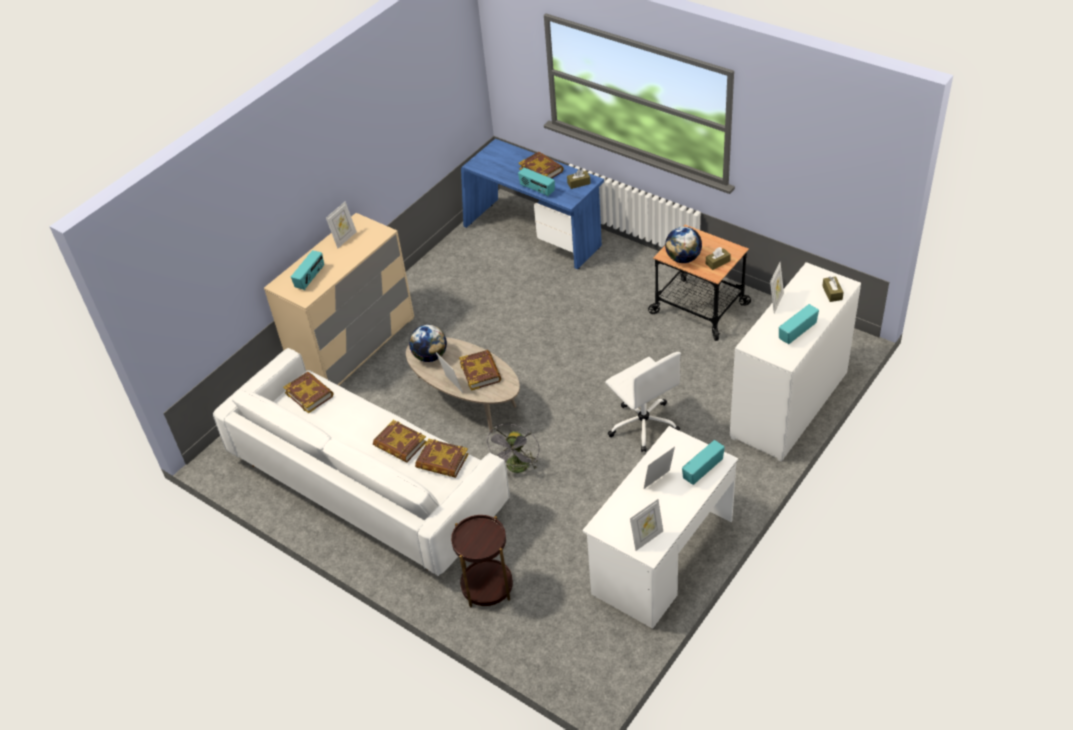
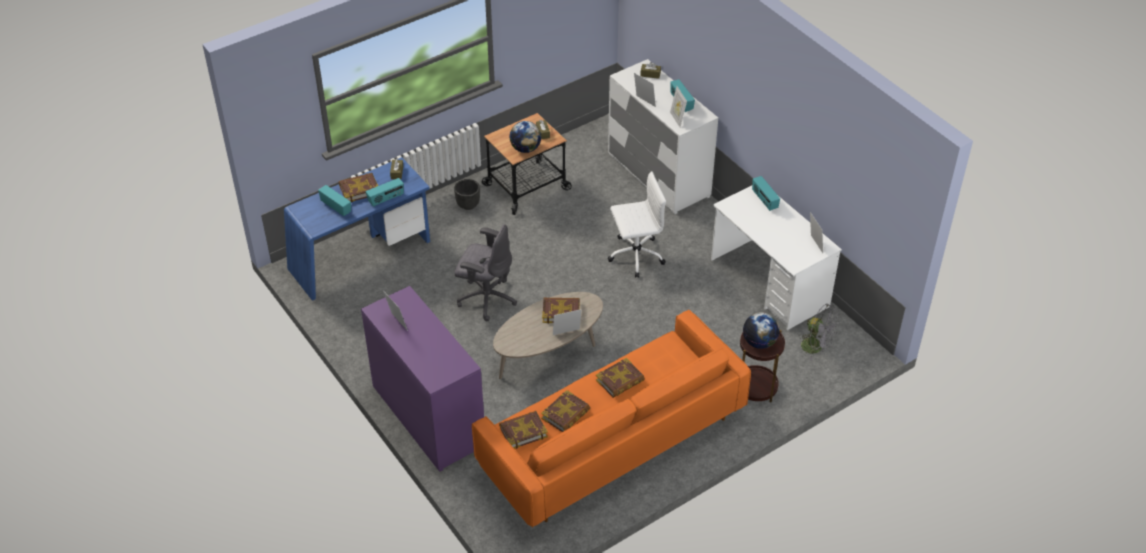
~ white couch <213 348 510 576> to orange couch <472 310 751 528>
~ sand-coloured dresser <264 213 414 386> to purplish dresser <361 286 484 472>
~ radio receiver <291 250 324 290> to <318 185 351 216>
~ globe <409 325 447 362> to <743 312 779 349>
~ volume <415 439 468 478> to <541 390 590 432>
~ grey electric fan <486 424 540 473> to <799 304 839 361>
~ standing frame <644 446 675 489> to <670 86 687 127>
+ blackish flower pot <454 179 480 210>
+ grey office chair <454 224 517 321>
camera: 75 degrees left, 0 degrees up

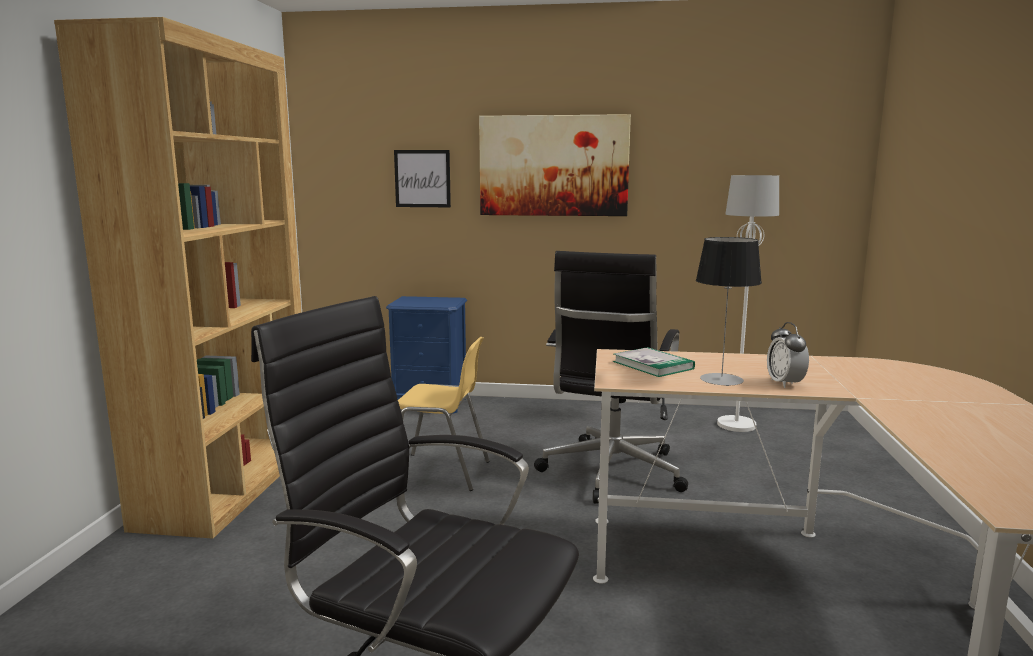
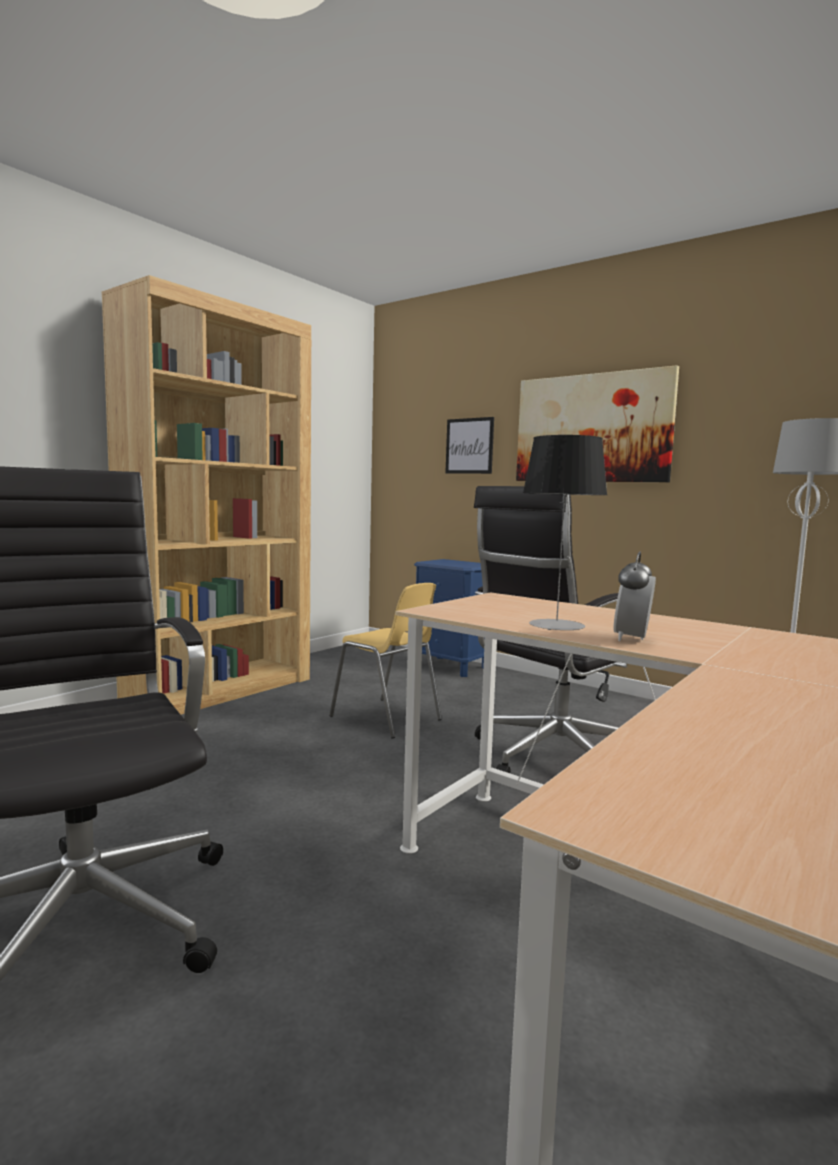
- volume <613 347 695 377>
camera: 30 degrees right, 5 degrees down

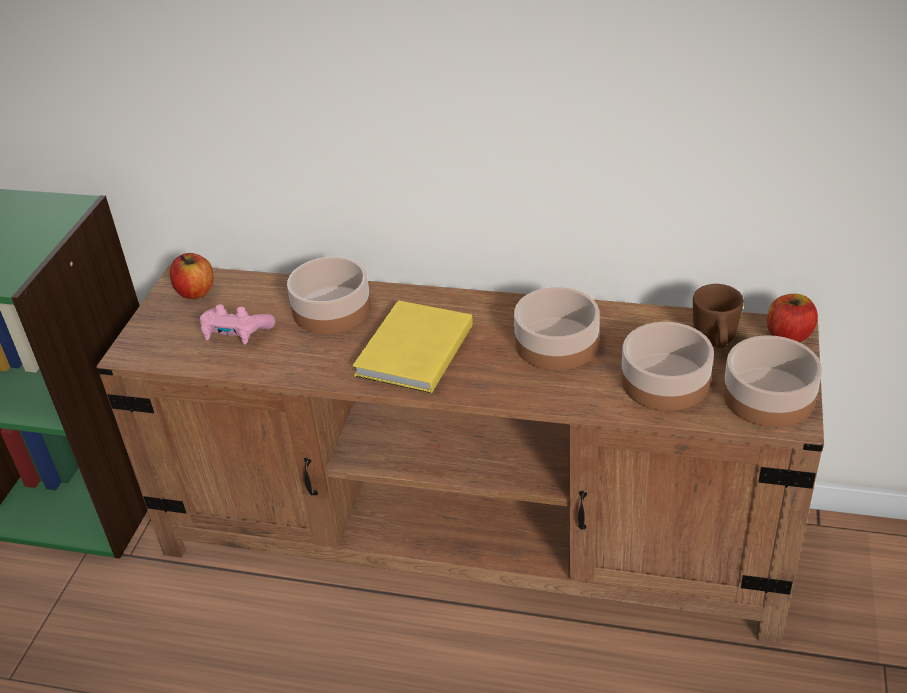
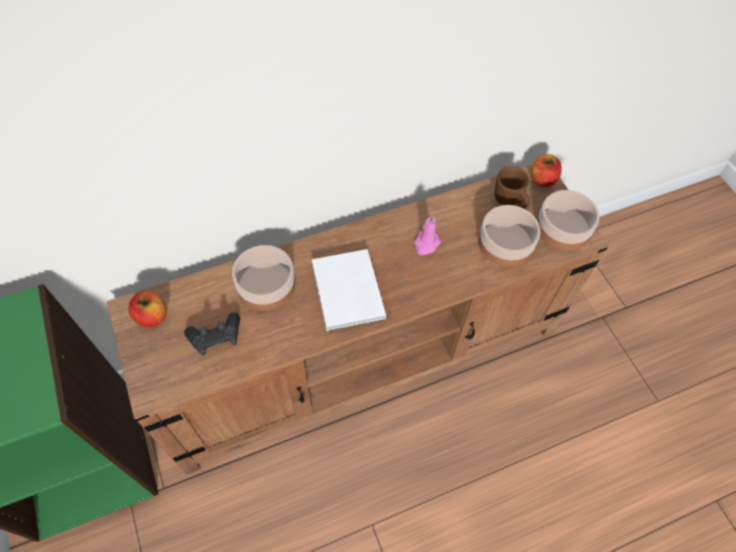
~ pink game controller <200 304 275 344> to blackish game controller <184 313 240 356>
~ yellowish volume <353 300 473 393> to white volume <311 249 386 331>
~ deep dish <514 287 600 370> to pink wax light <414 215 441 255>
camera: 40 degrees left, 20 degrees up

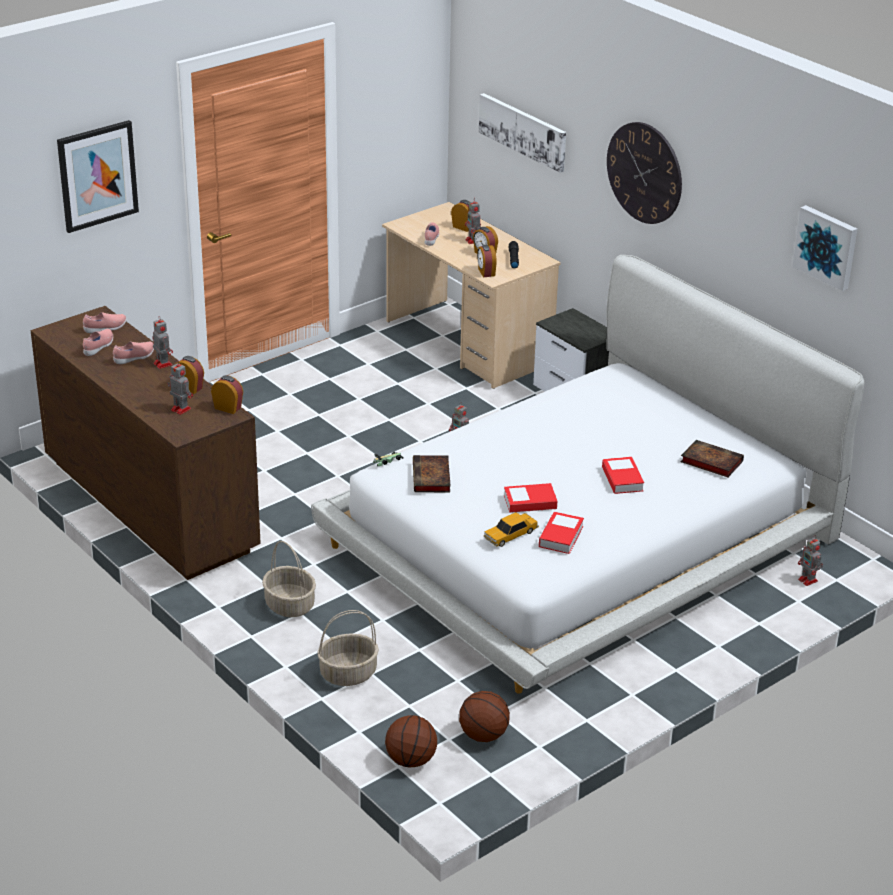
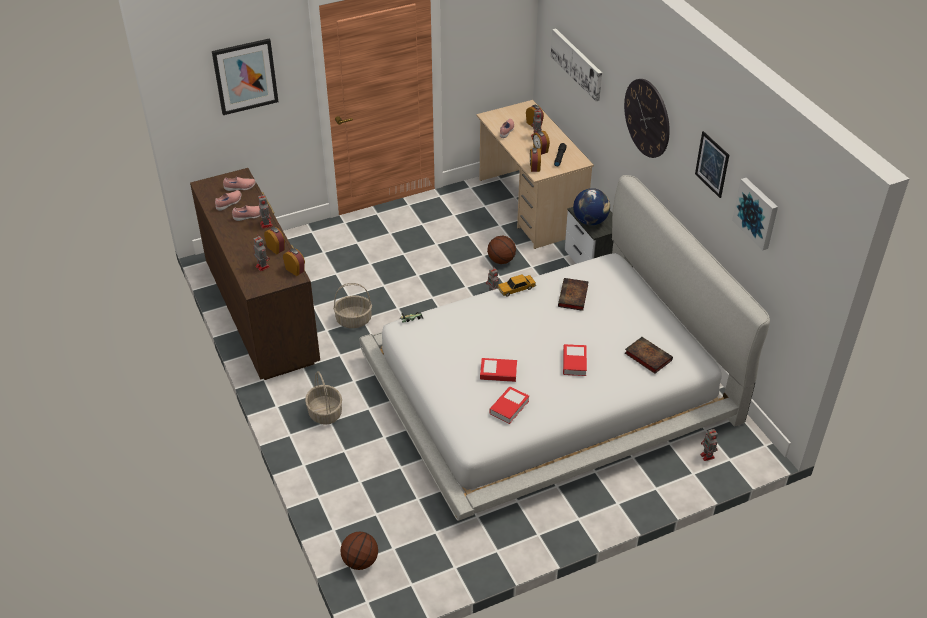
~ storage basket <317 610 379 686> to <333 283 372 328>
~ volume <413 455 450 492> to <558 278 589 311>
~ basketball ball <459 691 510 742> to <487 235 516 264>
~ toy car <484 512 539 547> to <498 274 536 297>
+ globe <573 188 610 225>
+ wall art <695 131 729 198>
camera: 15 degrees right, 10 degrees up

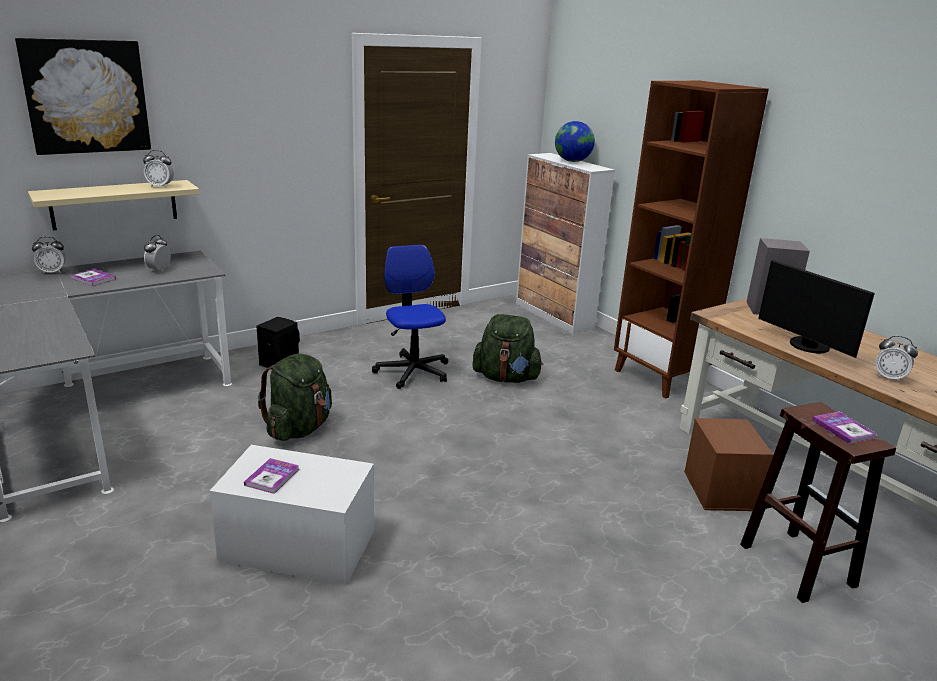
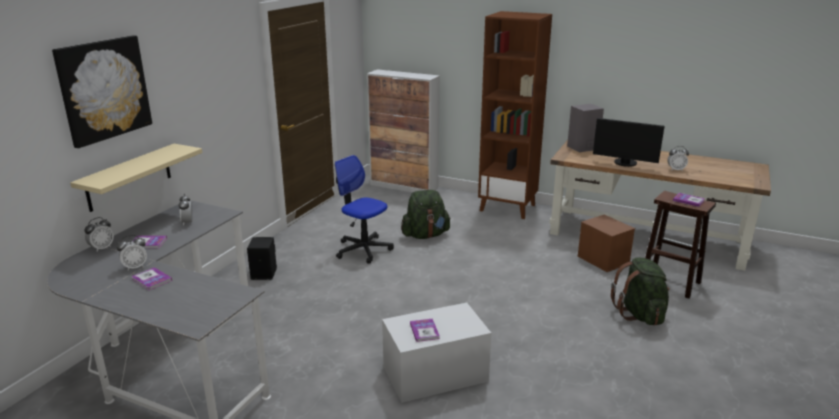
~ table clock <143 150 174 188> to <117 235 147 270>
~ greenish rucksack <258 354 332 441> to <611 257 670 326>
- globe <555 121 595 162>
+ volume <131 267 172 290>
camera: 30 degrees left, 0 degrees up

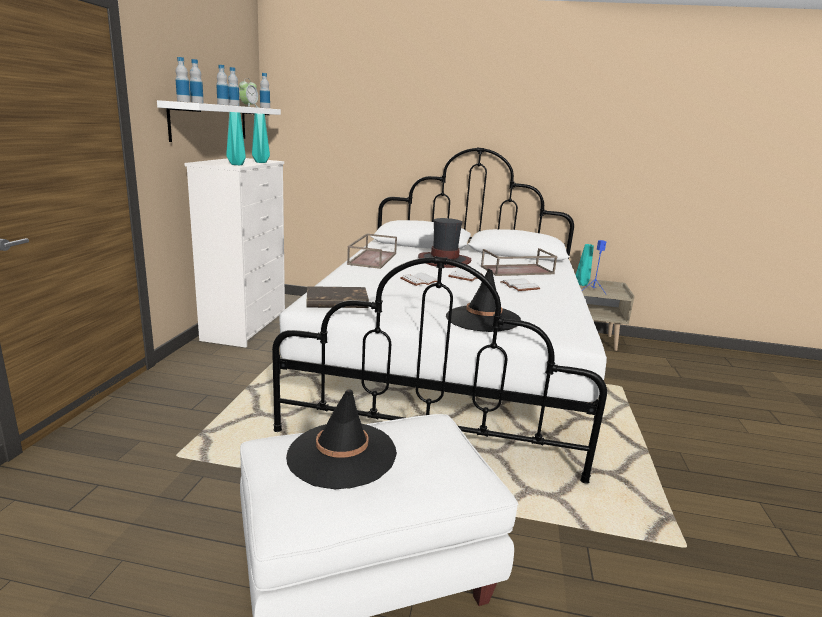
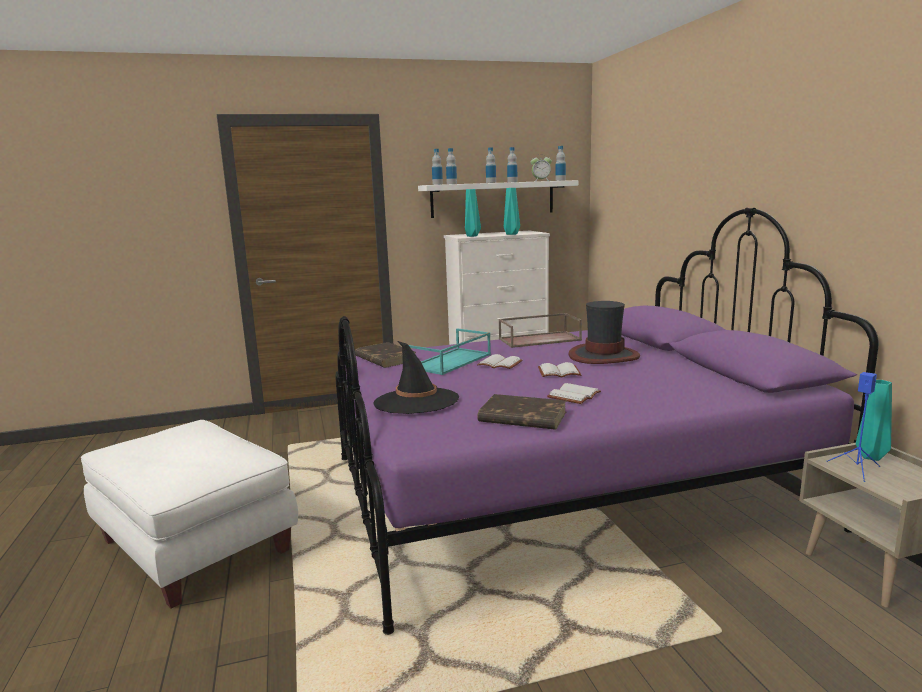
~ white bed <272 147 607 484> to purplish bed <335 207 879 635>
- blackish wearable hat <286 390 397 489>
- brownish serving tray <481 248 557 276>
+ turquoise-coloured serving tray <409 328 491 375>
+ brownish volume <477 394 566 430>
camera: 65 degrees right, 5 degrees down

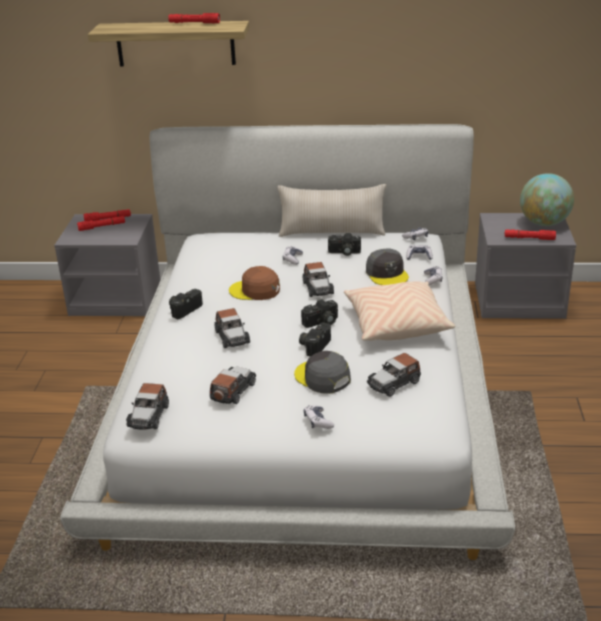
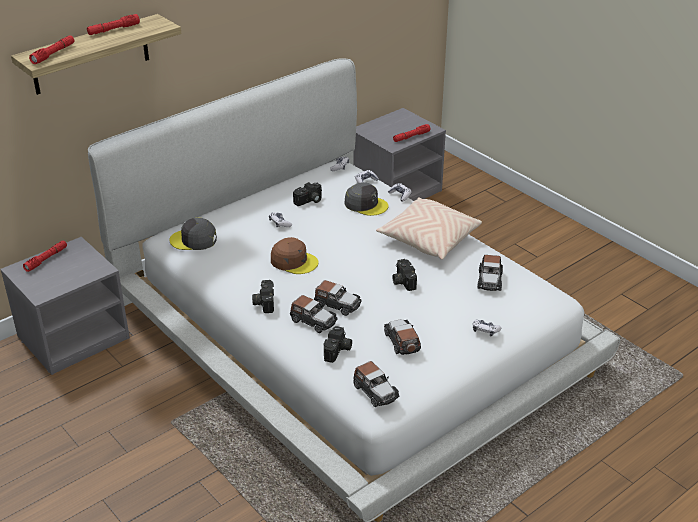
~ reddish flashlight <77 216 125 231> to <29 35 74 64>
~ brownish peaked cap <229 266 280 300> = <271 237 319 274> 120 degrees counterclockwise
- sand-coloured throw pillow <277 184 386 237>
~ grey peaked cap <294 351 351 394> to <169 218 217 250>
~ photo camera <301 299 338 328> to <323 326 352 363>
~ toy car <303 262 334 297> to <290 295 338 333>
- globe <520 173 574 226>
camera: 45 degrees left, 5 degrees up

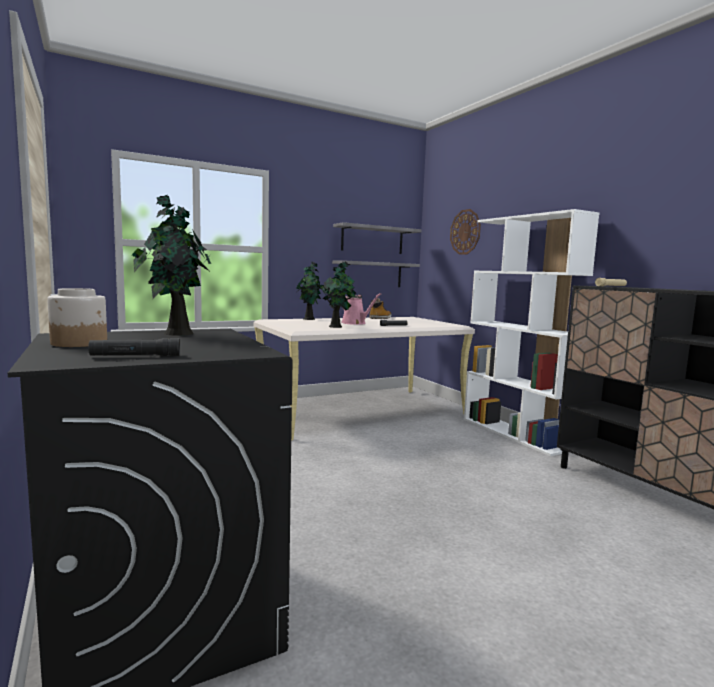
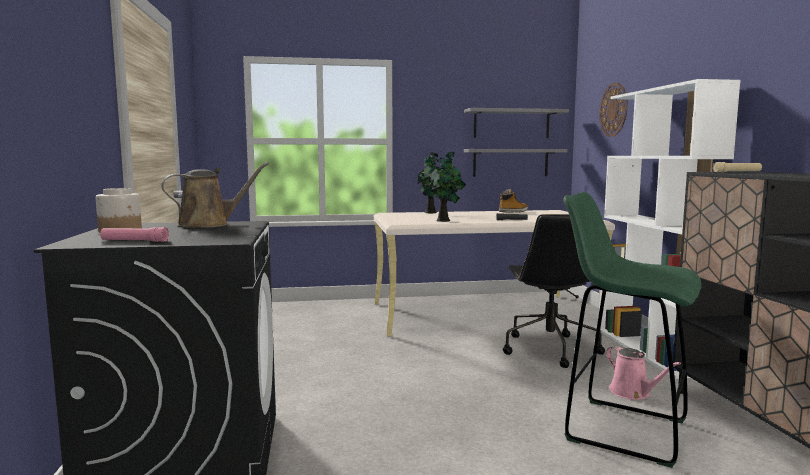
~ blackish flashlight <88 338 180 356> to pink flashlight <100 227 169 242>
~ potted plant <132 195 211 336> to brownish watering pot <162 162 269 227>
~ pink watering pot <342 293 381 325> to <606 346 681 400>
+ blackish office chair <503 214 605 368>
+ greenish stool <563 192 702 468>
camera: 20 degrees right, 0 degrees up

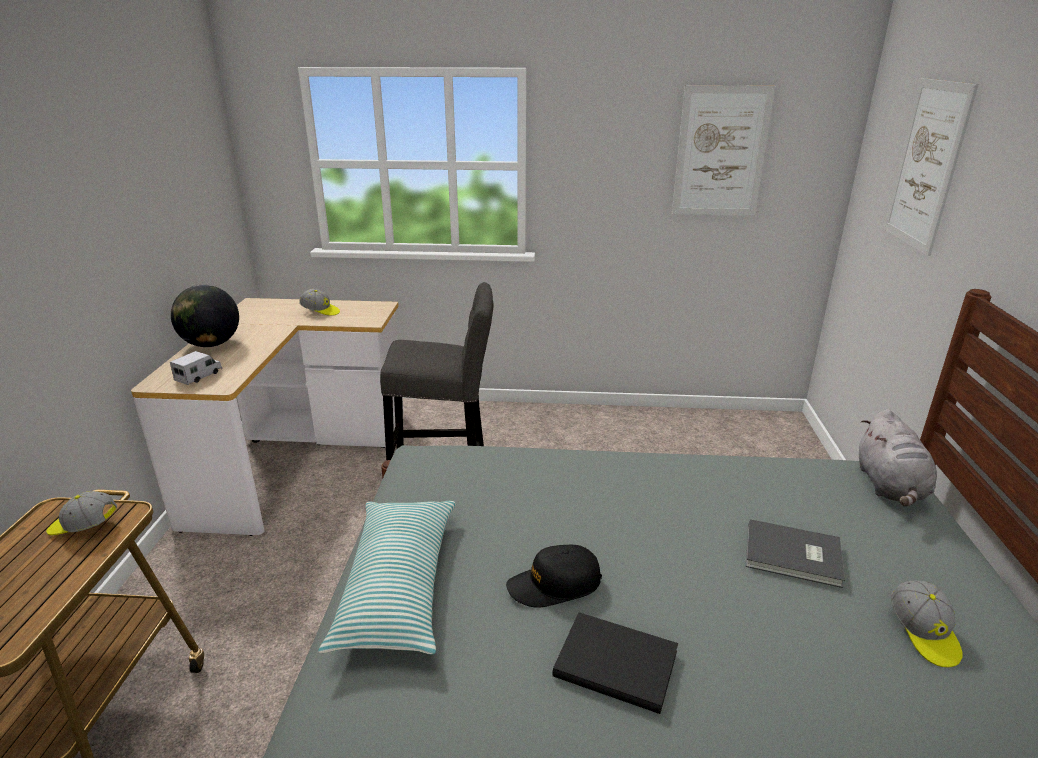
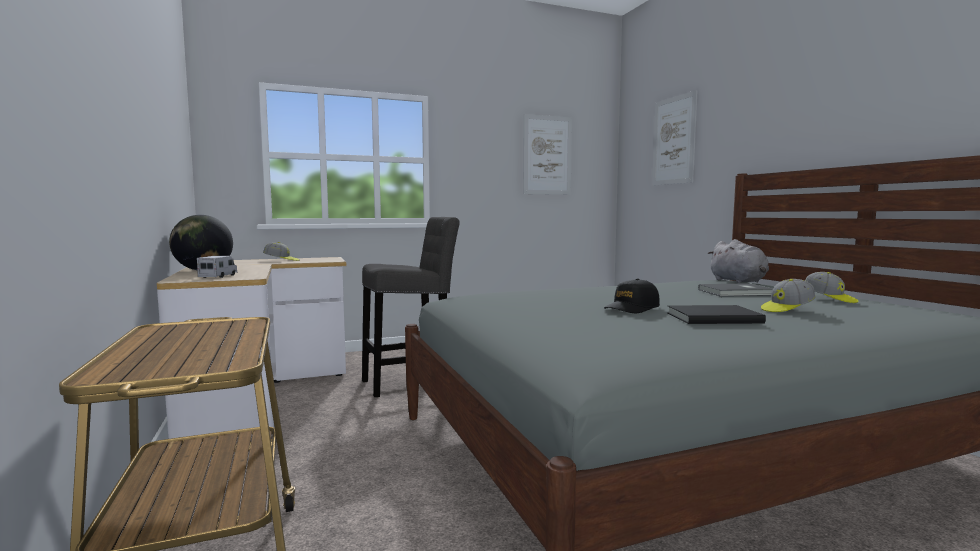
~ peaked cap <46 491 117 535> to <761 279 816 312>
- throw pillow <318 501 456 654>
camera: 25 degrees left, 20 degrees down

